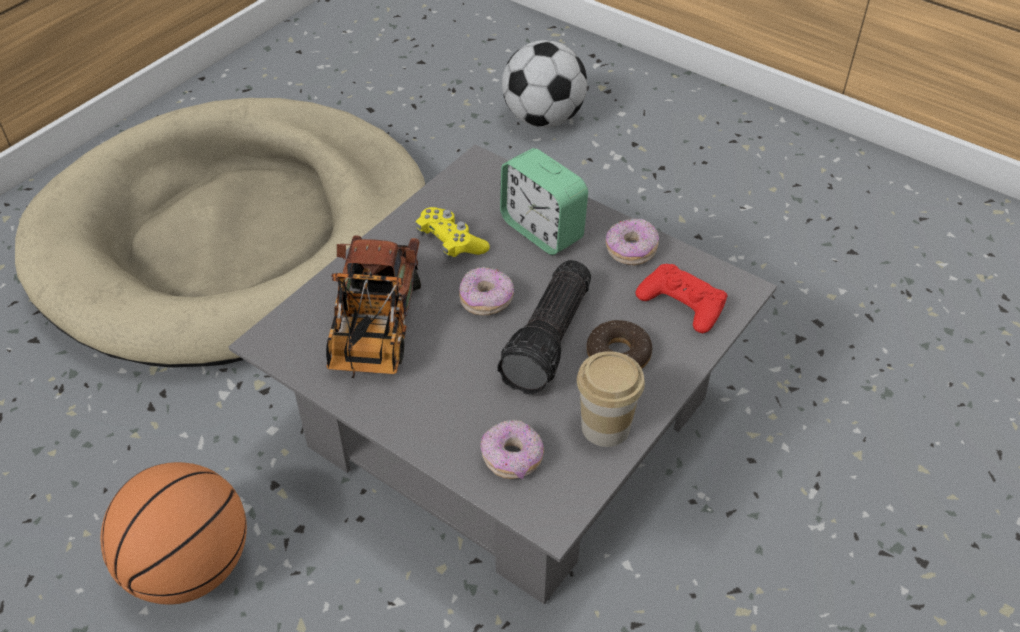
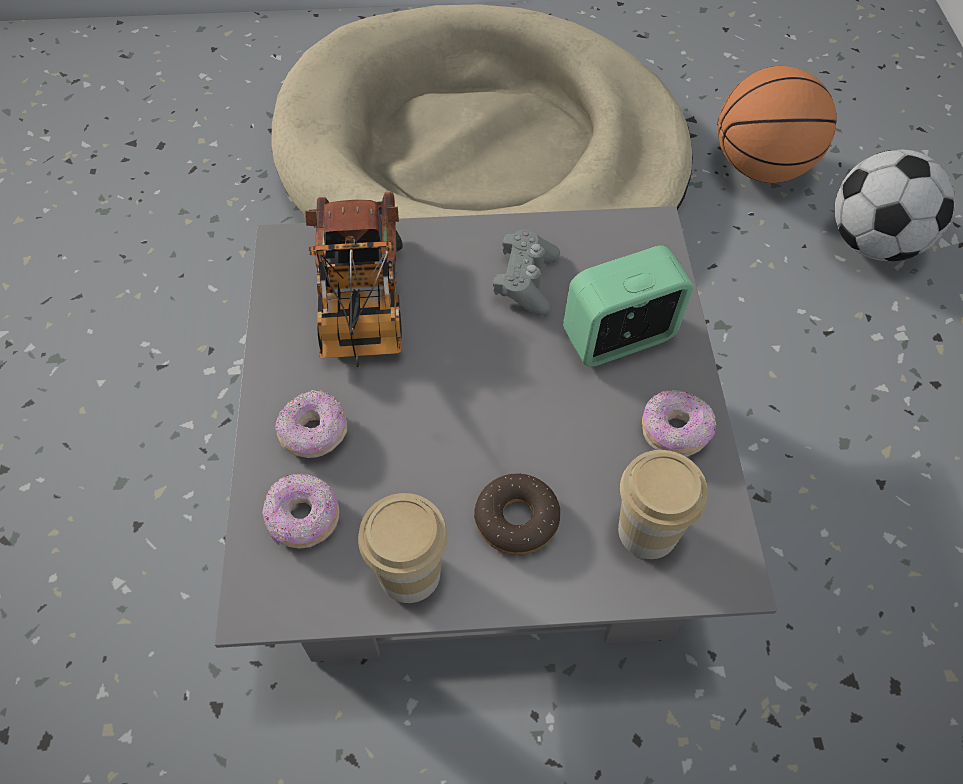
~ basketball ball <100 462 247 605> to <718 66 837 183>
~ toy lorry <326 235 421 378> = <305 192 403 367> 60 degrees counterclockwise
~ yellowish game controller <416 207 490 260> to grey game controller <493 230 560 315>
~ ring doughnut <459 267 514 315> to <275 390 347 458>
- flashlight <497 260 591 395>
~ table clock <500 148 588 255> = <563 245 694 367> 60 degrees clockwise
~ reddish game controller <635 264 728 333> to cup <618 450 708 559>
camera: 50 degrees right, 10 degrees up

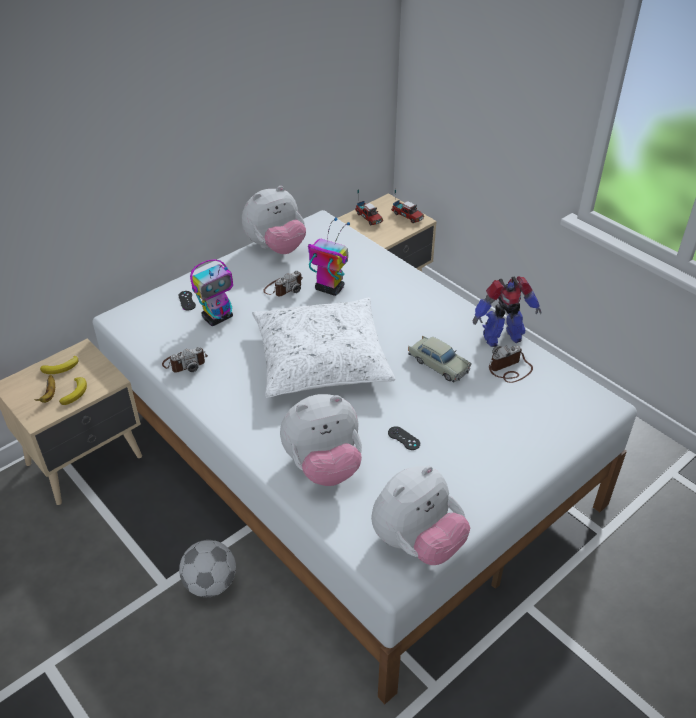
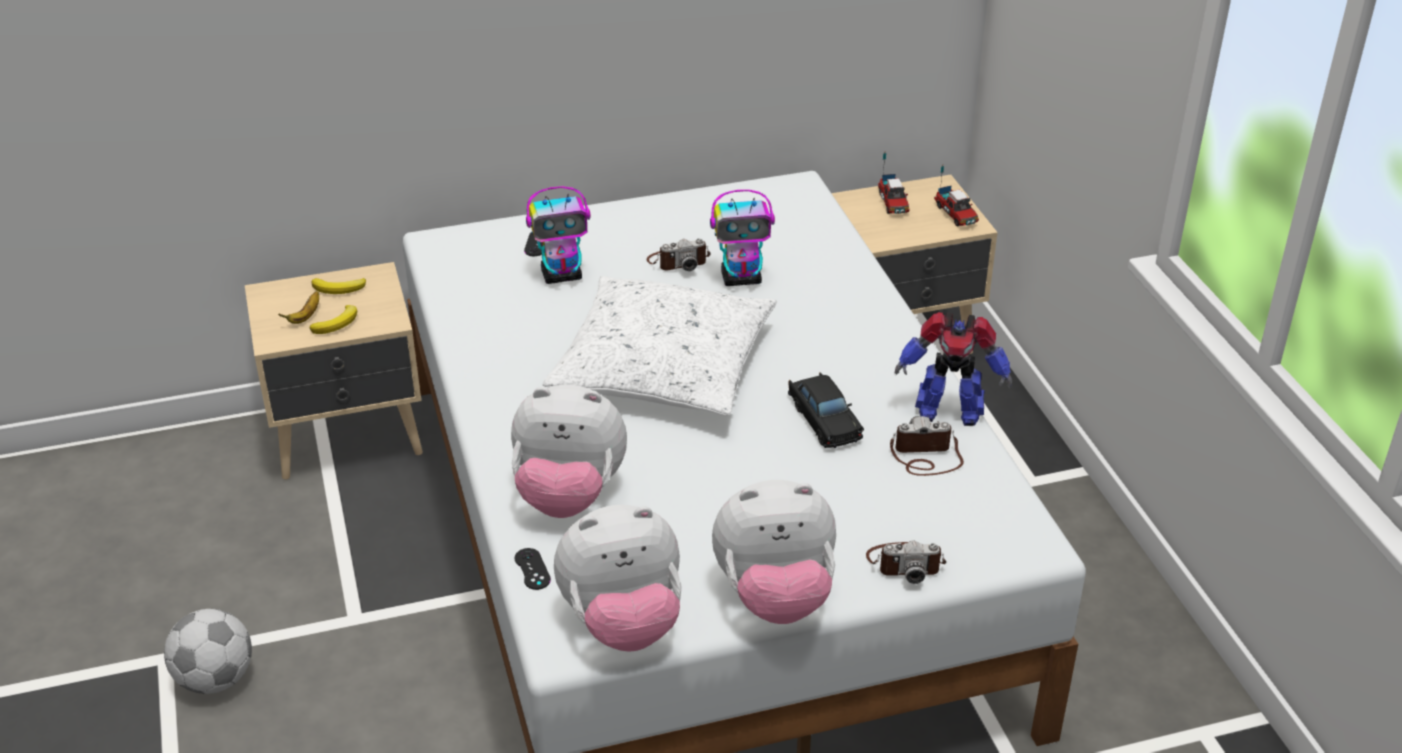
~ photo camera <162 347 208 373> to <866 541 946 584>
~ ball for football <179 540 236 597> to <164 609 252 694>
~ plush toy <242 186 306 254> to <712 480 836 624>
~ toy robot <308 218 350 296> = <710 190 775 286> 120 degrees clockwise
~ blackish game controller <388 426 420 450> to <515 548 551 590>
~ sand-coloured toy car <408 336 472 382> to blackish toy car <788 372 864 448>
camera: 25 degrees right, 5 degrees down

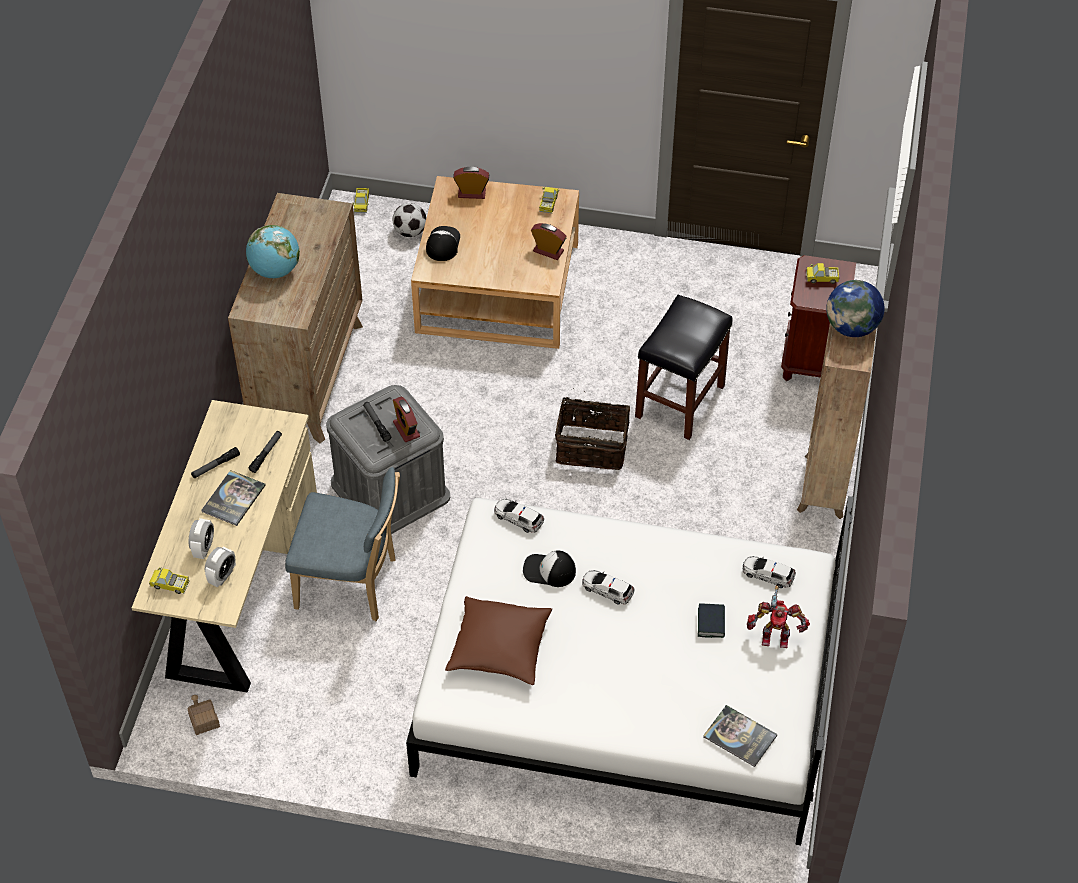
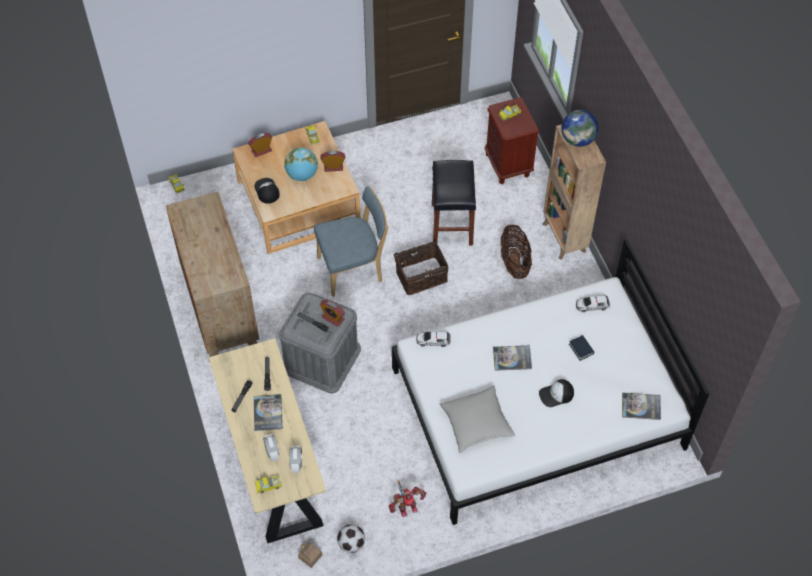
~ globe <246 225 300 278> to <284 148 318 181>
~ bluish plain chair <285 467 400 621> to <314 186 389 297>
~ ball for football <392 203 427 237> to <337 524 365 553>
~ brownish throw pillow <445 596 552 685> to grey throw pillow <440 385 515 453>
~ peaked cap <523 550 576 587> to <539 379 574 407>
~ toy car <582 570 635 605> to volume <493 345 532 371>
~ toy robot <747 585 810 648> to <389 480 426 517>
+ storage basket <501 225 532 279>
camera: 30 degrees left, 5 degrees up

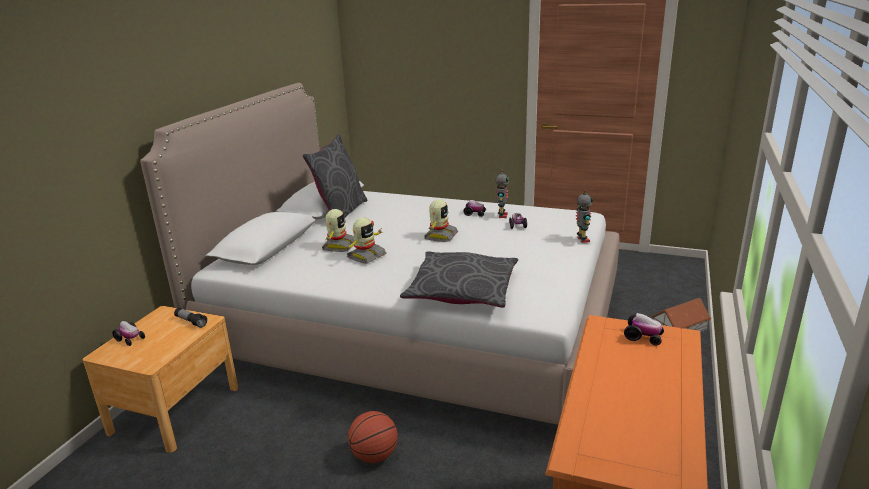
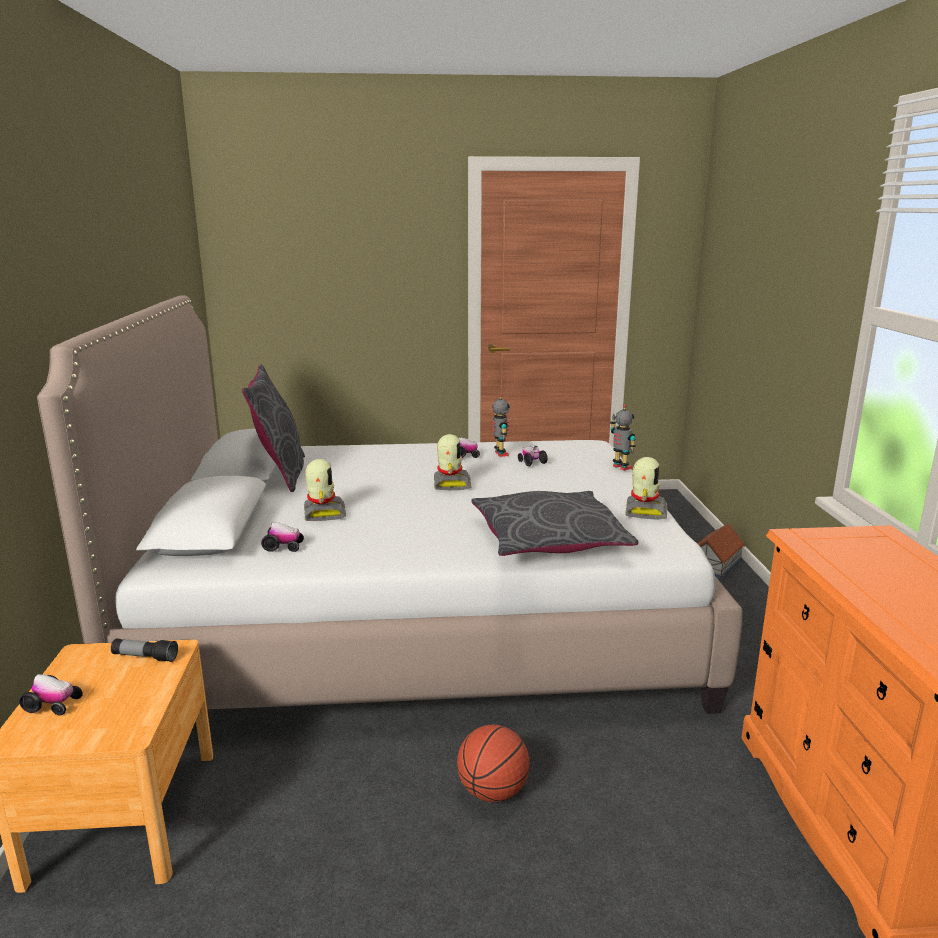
~ toy robot <343 218 387 263> to <625 457 668 520>
~ toy car <624 313 664 345> to <261 522 304 552>
camera: 25 degrees left, 5 degrees down

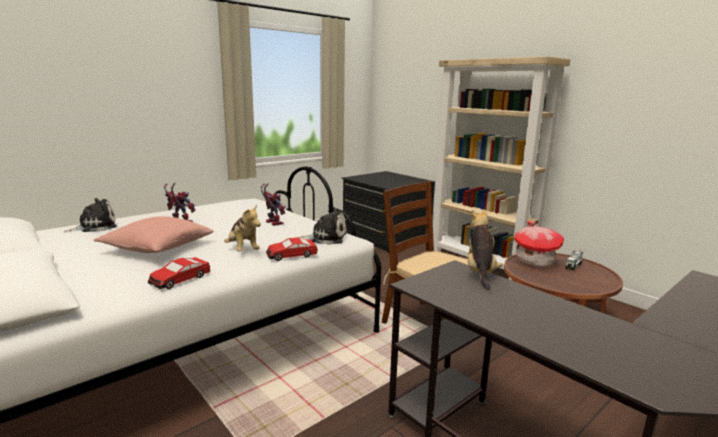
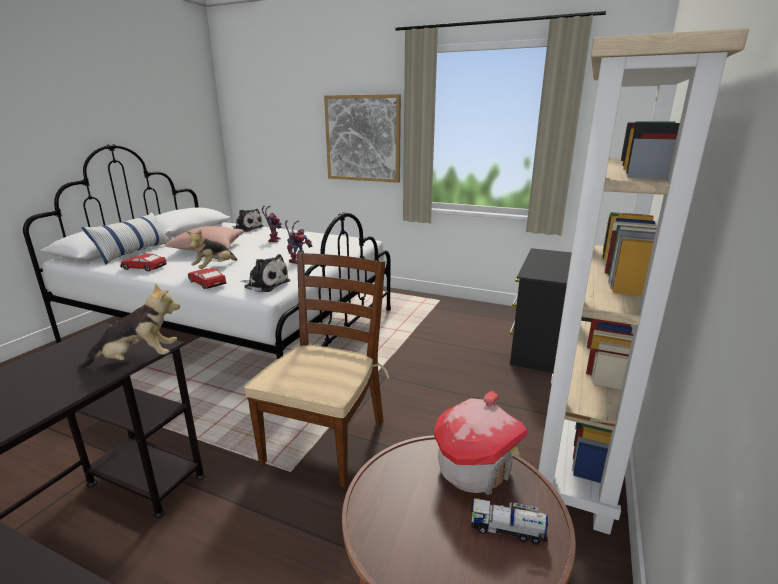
~ plush toy <299 208 347 245> = <240 254 290 292> 45 degrees counterclockwise
+ throw pillow <81 212 170 265>
+ wall art <324 94 401 183>
camera: 65 degrees right, 5 degrees up

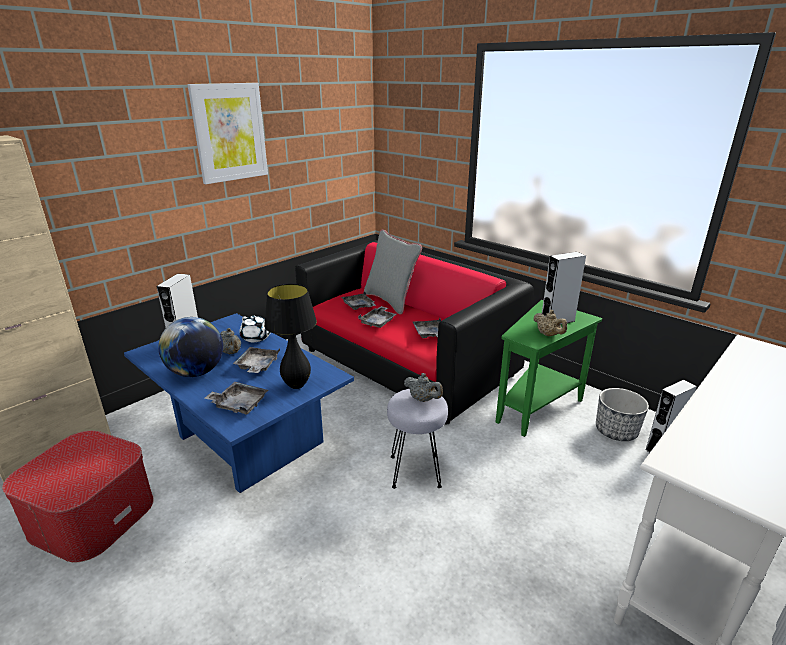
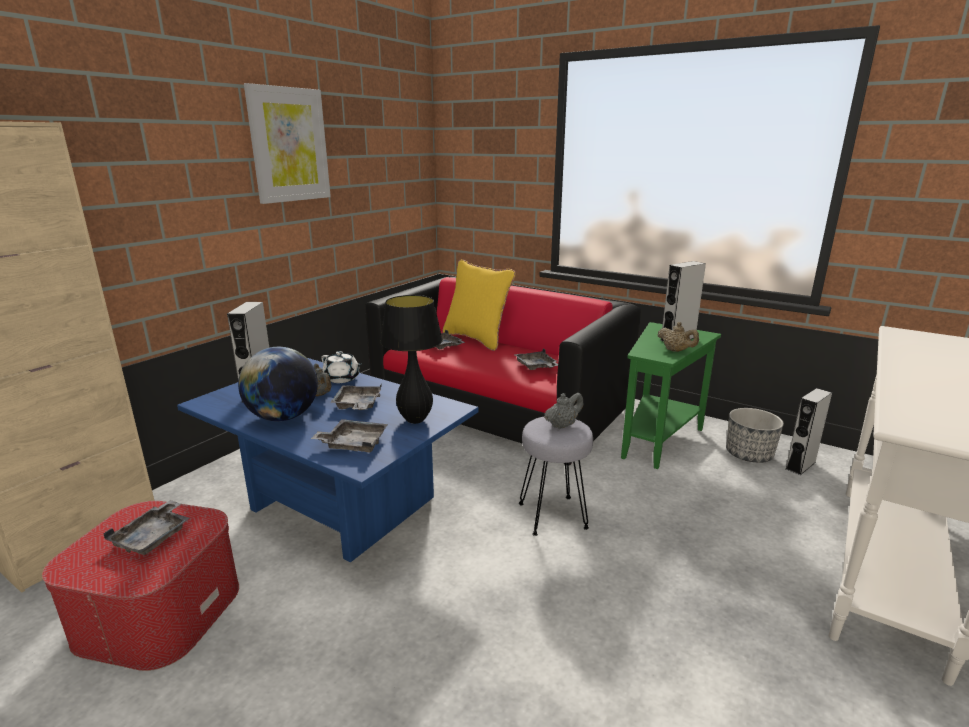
~ grey serving tray <358 306 397 328> to <103 500 190 555>
~ grey throw pillow <364 229 422 314> to yellowish throw pillow <442 259 516 351>
~ grey pot for tea <404 373 443 402> = <544 393 583 429> 60 degrees counterclockwise
camera: 10 degrees left, 5 degrees down

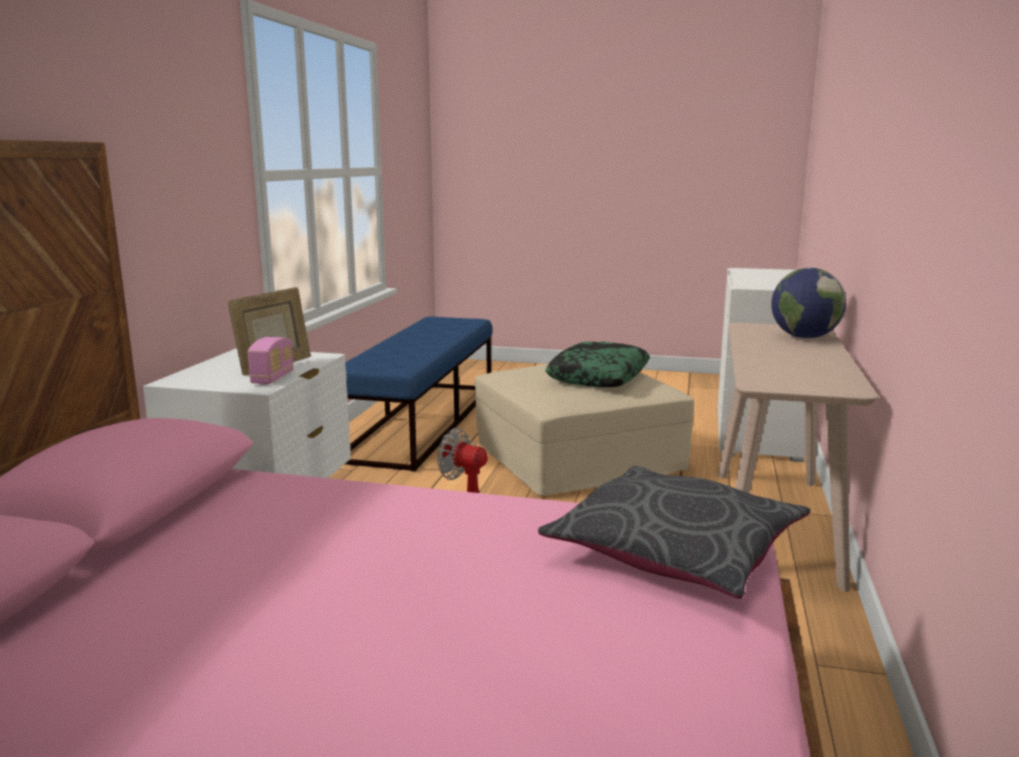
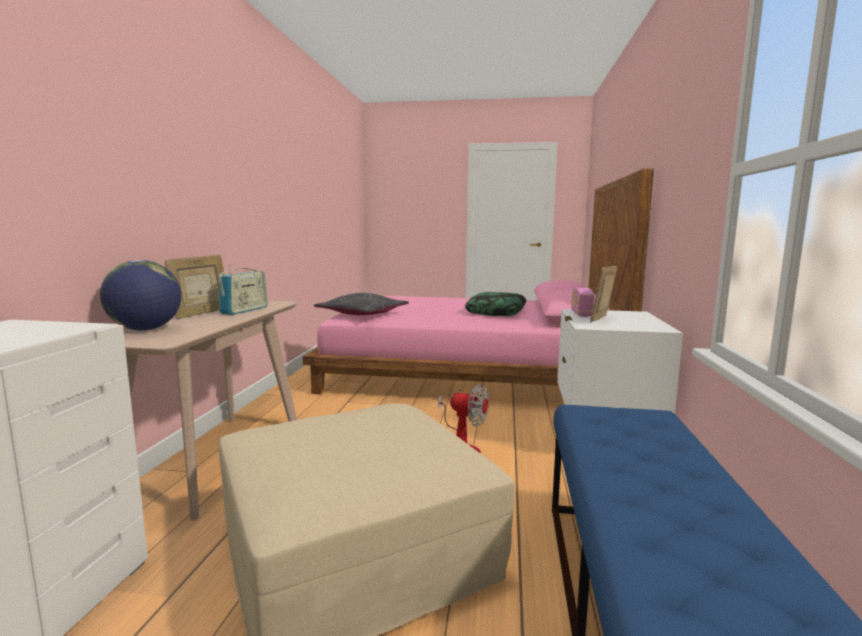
~ throw pillow <545 342 650 387> to <465 292 526 316>
+ standing frame <164 255 225 319>
+ radio receiver <219 265 268 315>
camera: 175 degrees right, 5 degrees down

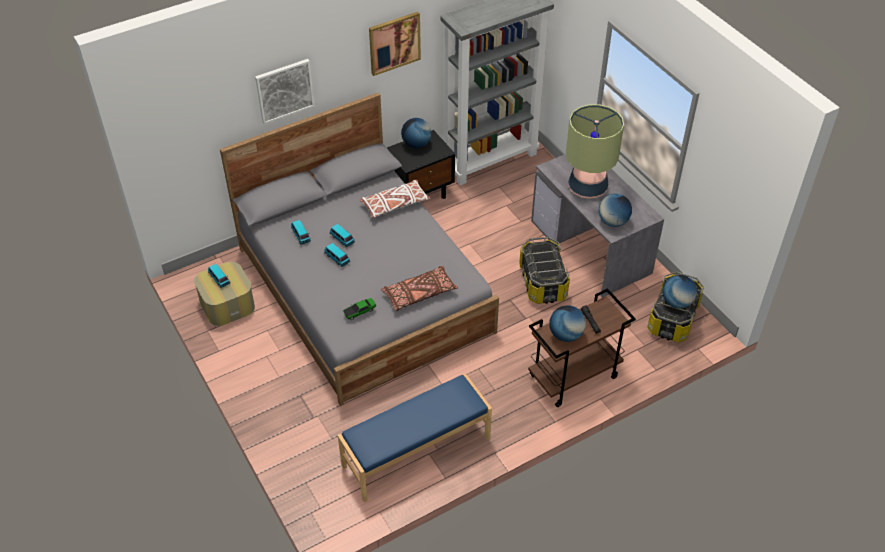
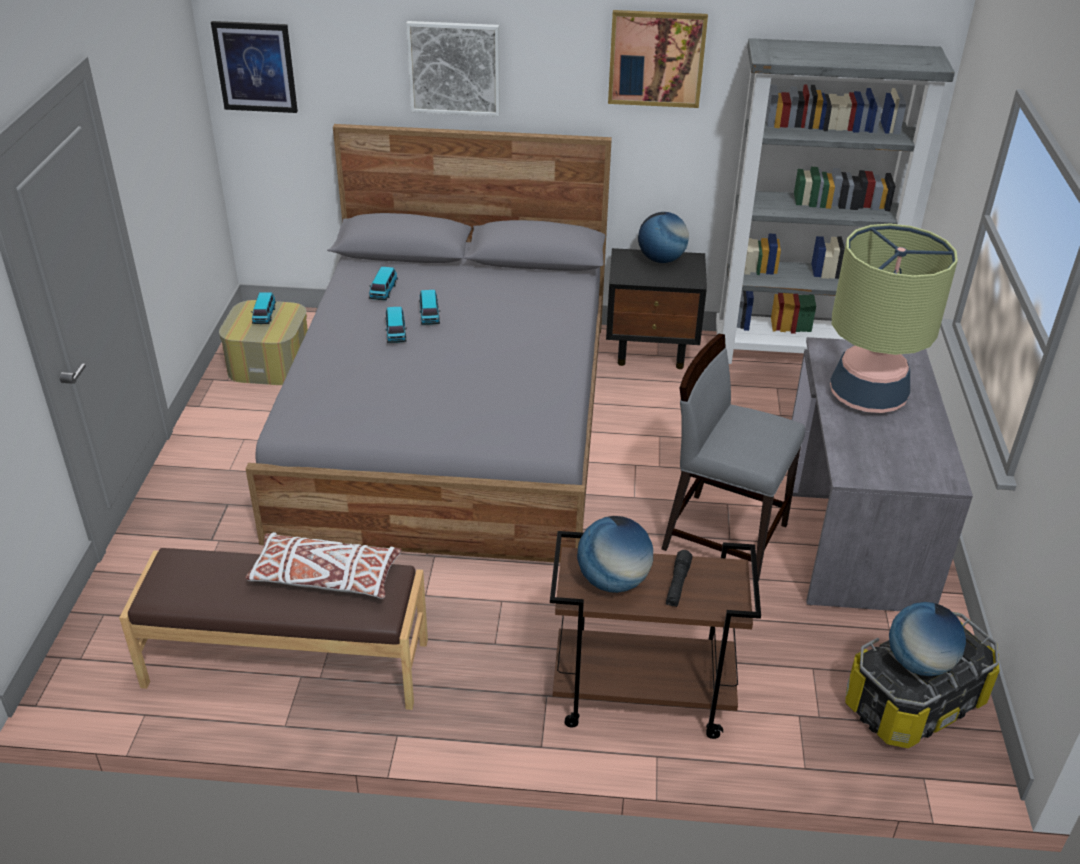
~ bluish bench <338 374 492 502> to brownish bench <119 548 428 710>
- toy car <343 298 376 320>
~ white throw pillow <359 180 431 218> to <245 532 401 599>
- brownish throw pillow <381 266 458 311>
~ storage box <519 237 570 304> to grey plain chair <662 334 805 581>
- globe <599 194 632 227>
+ wall art <211 21 298 113>
camera: 35 degrees right, 10 degrees down

